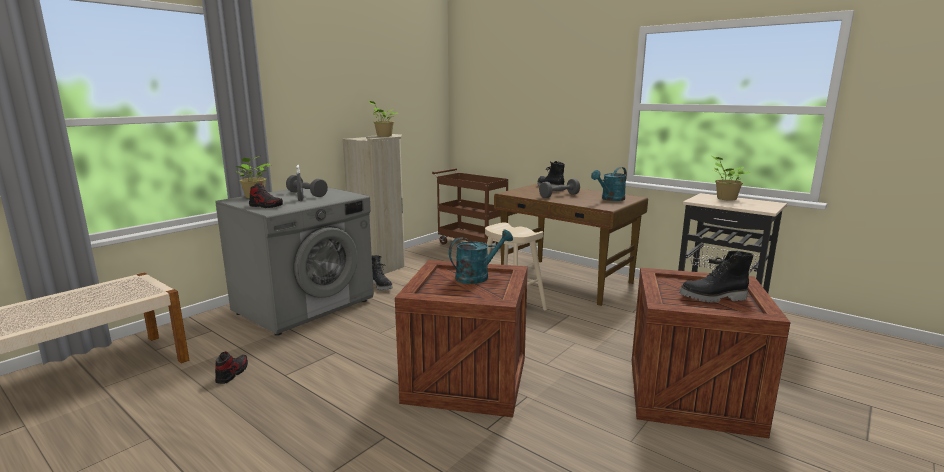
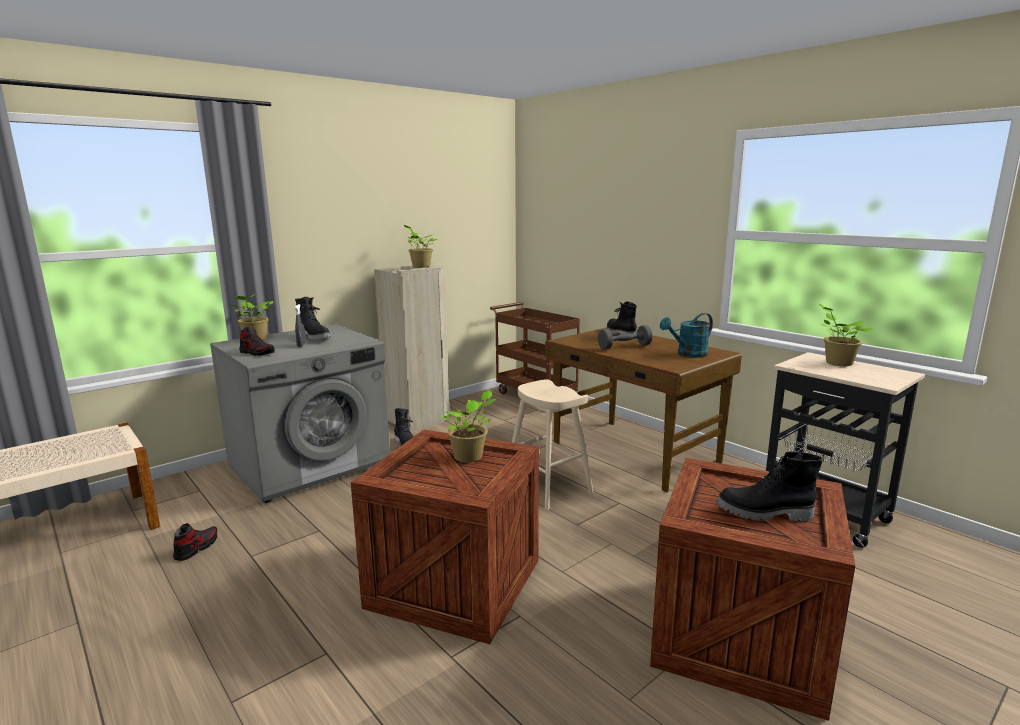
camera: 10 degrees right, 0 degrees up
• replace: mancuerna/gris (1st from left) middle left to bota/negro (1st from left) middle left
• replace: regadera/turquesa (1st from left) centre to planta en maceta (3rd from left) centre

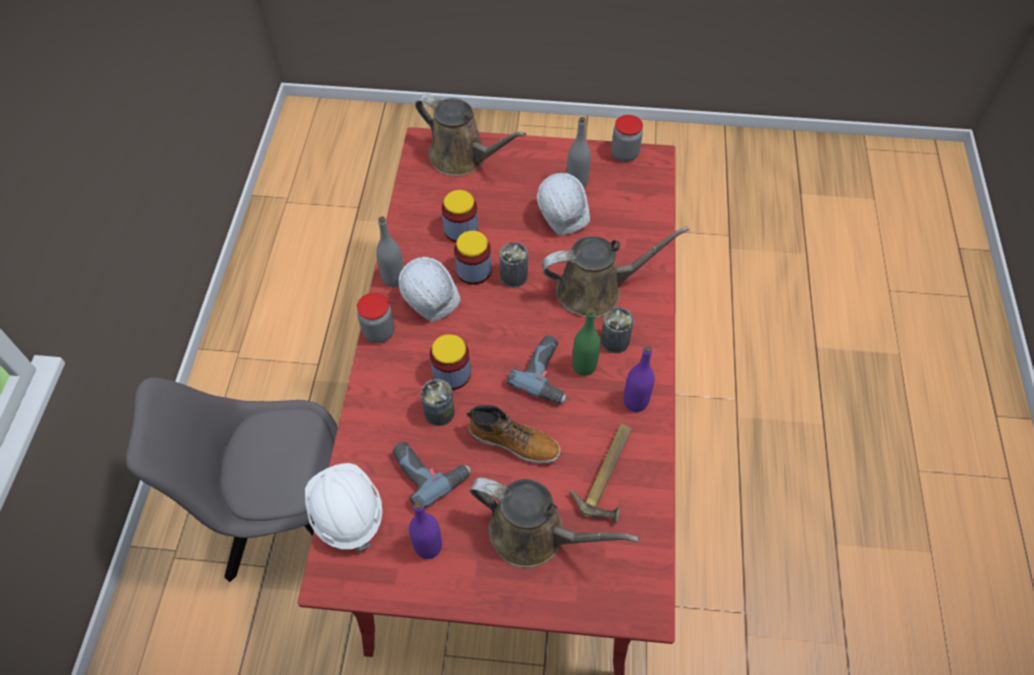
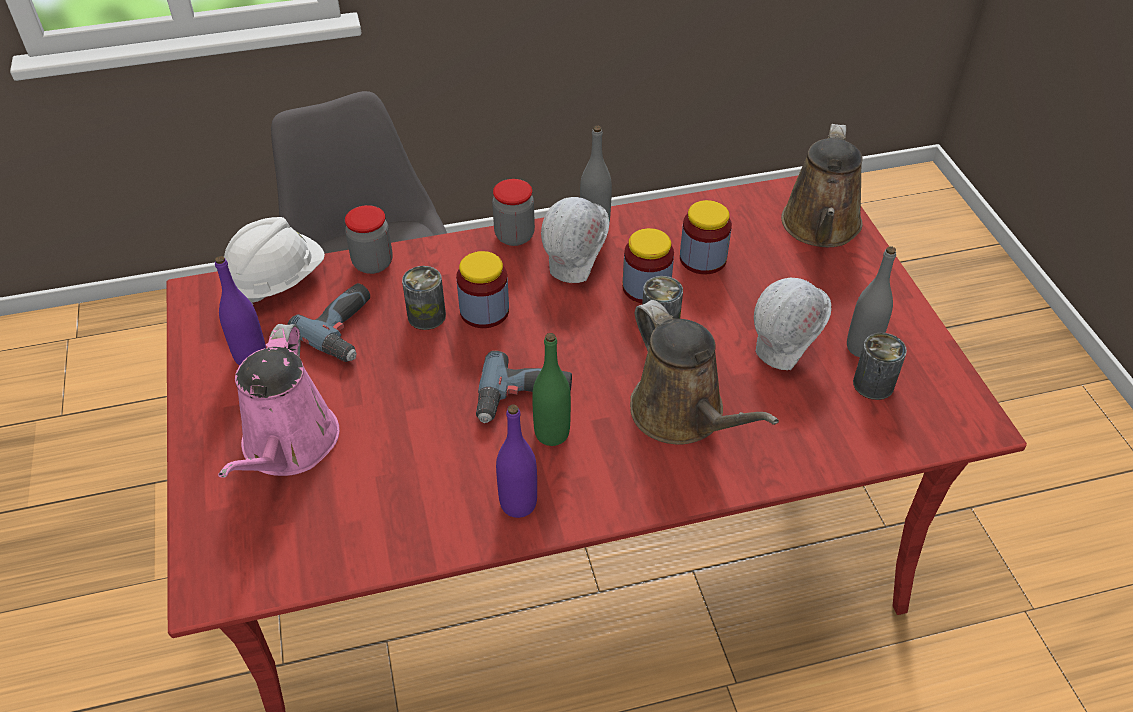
camera: 70 degrees right, 10 degrees down
• move: tarro (5th from left in the first image) top centre to tarro (1st from left) middle left
• move: lata (3rd from left) centre to middle right
• delete: bota centre
• delete: martillo bottom centre
• recolor: regadera/marrón (2nd from left) bottom centre to regadera/rosa middle left

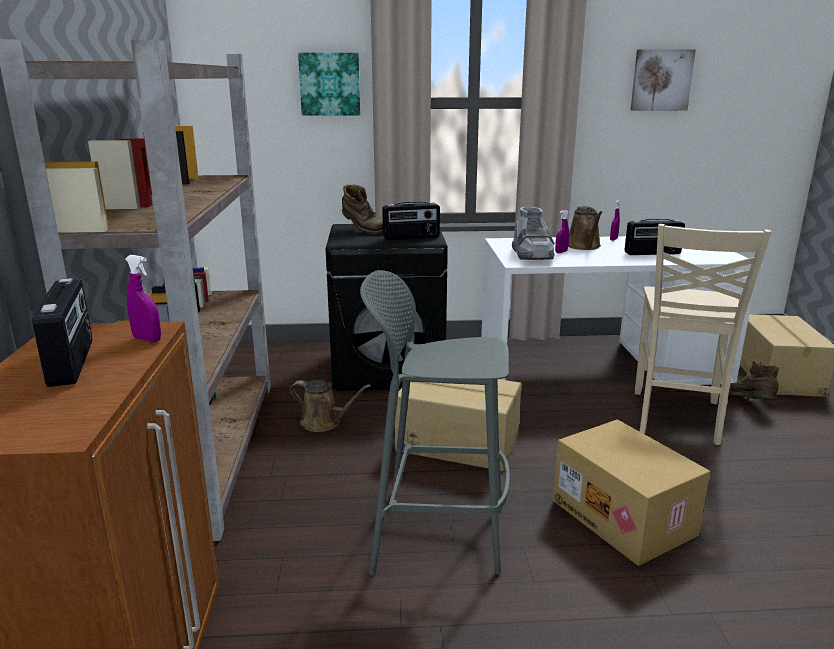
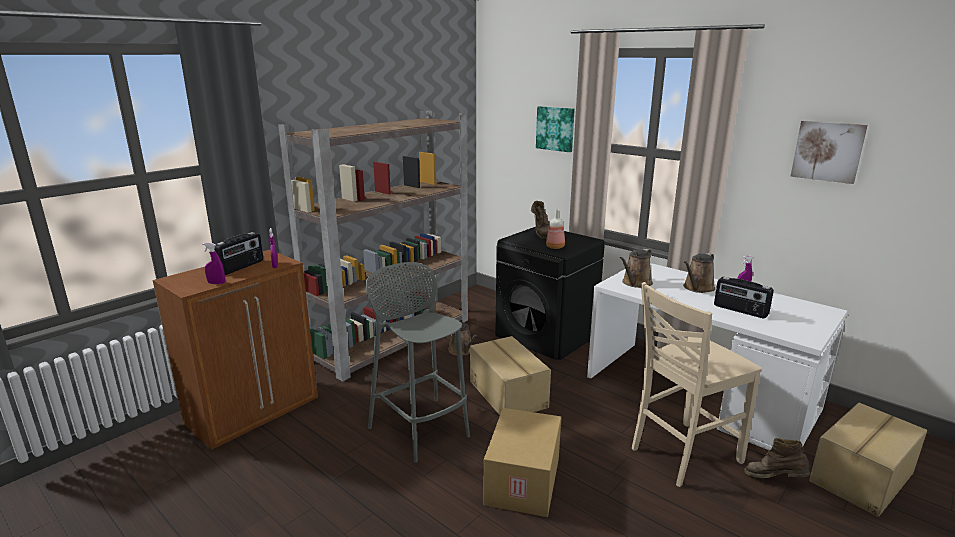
camera: 45 degrees right, 0 degrees up
• replace: radio (2nd from left) centre to botella centre
• replace: bota/gris centre to regadera/marrón (2nd from left) centre
• move: pulverizador/morado (2nd from left in the first image) middle right to pulverizador/morado (1st from left) middle left
• rotate: bota/marrón (2nd from left) middle right = bottom right 90 degrees counterclockwise

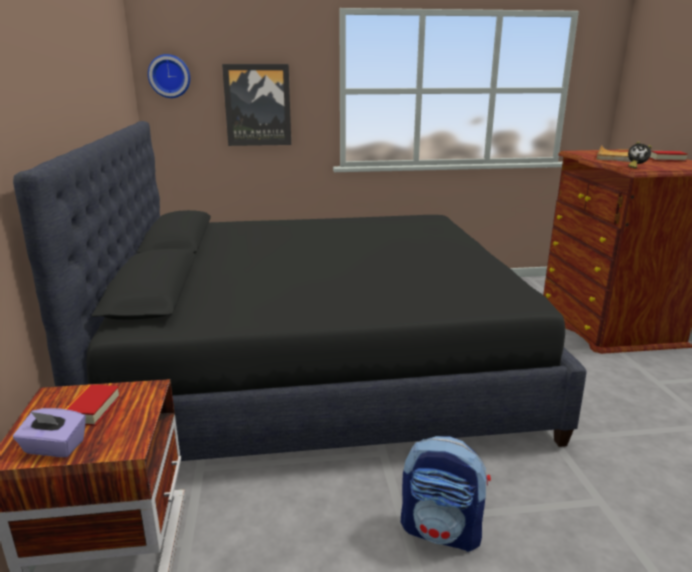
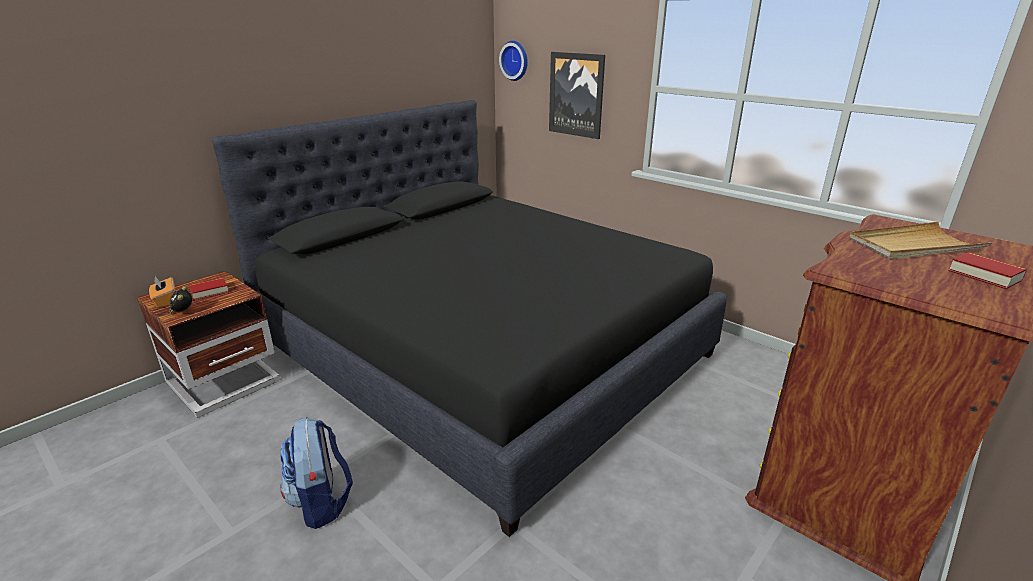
camera: 50 degrees right, 5 degrees up
• move: despertador top right to middle left
• recolor: caja de pañuelos/morado bottom left to caja de pañuelos/naranja middle left

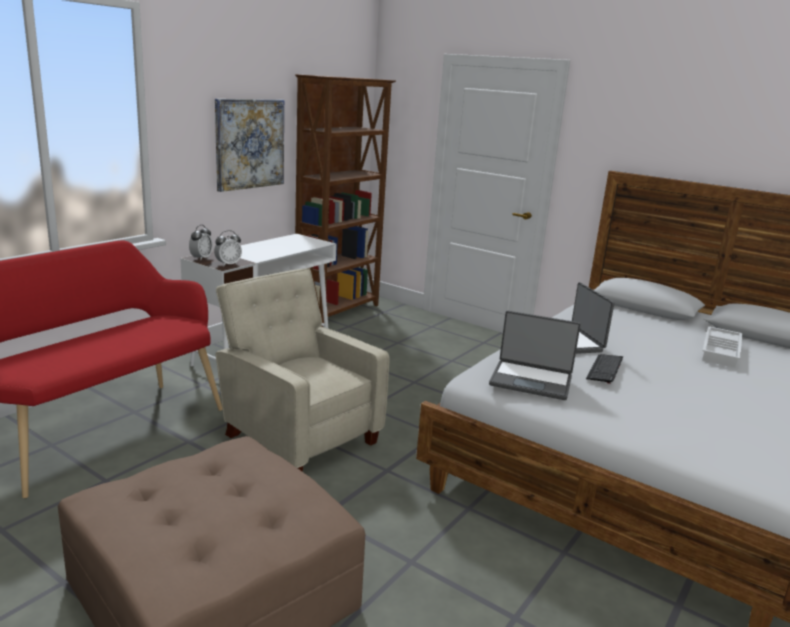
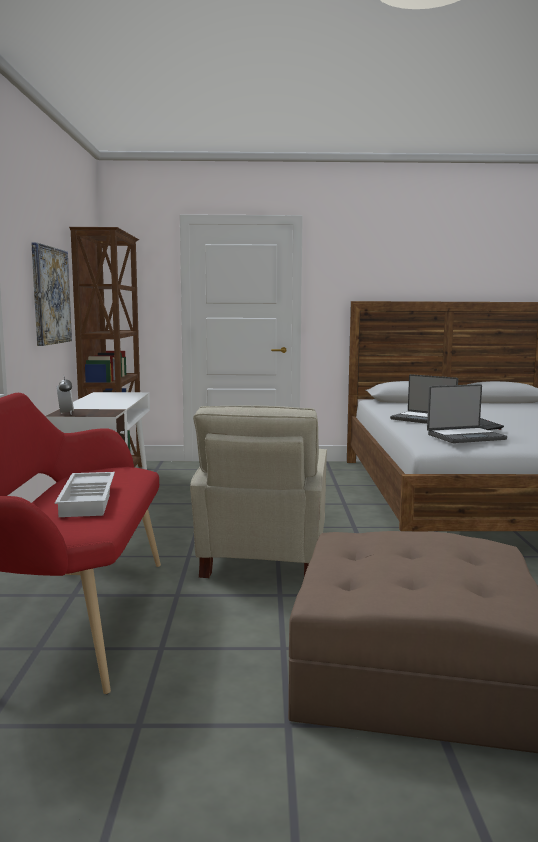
camera: 35 degrees left, 10 degrees down
• delete: despertador (2nd from left) middle left
• rotate: sillón/beis centre = centre 90 degrees counterclockwise
• move: bandeja/blanco middle right to middle left

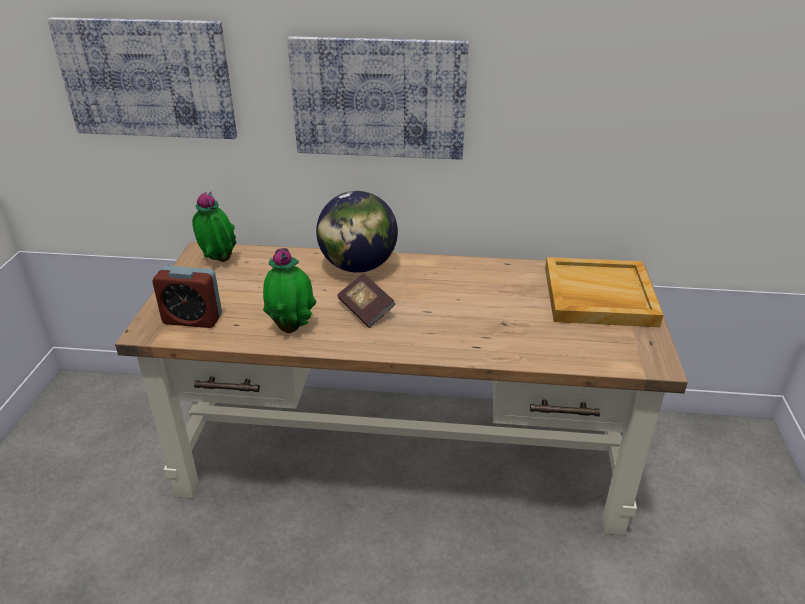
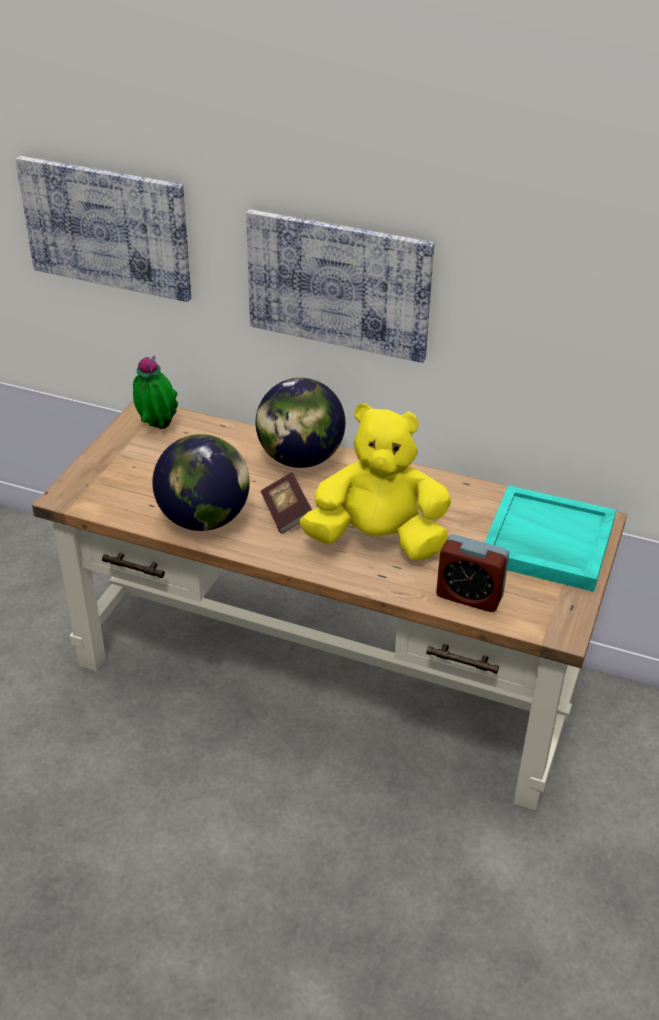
camera: 15 degrees right, 5 degrees up
• replace: planta en maceta (2nd from left) centre to globo terráqueo (1st from left) middle left
• recolor: bandeja/beis middle right to bandeja/turquesa middle right
• move: despertador middle left to middle right
• insert: peluche/amarillo centre

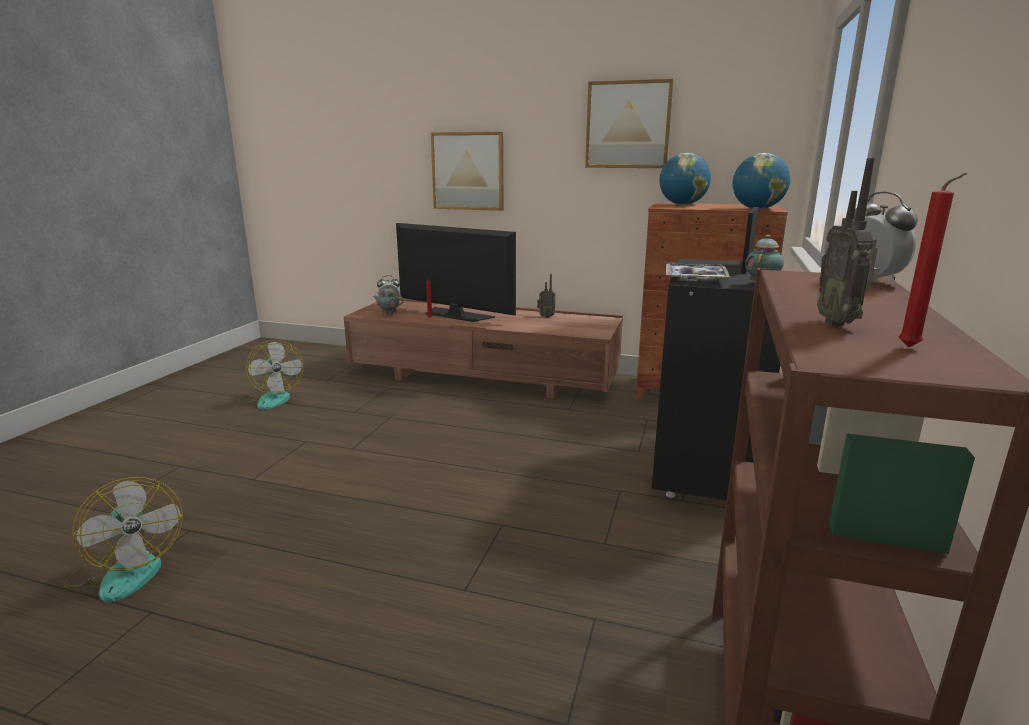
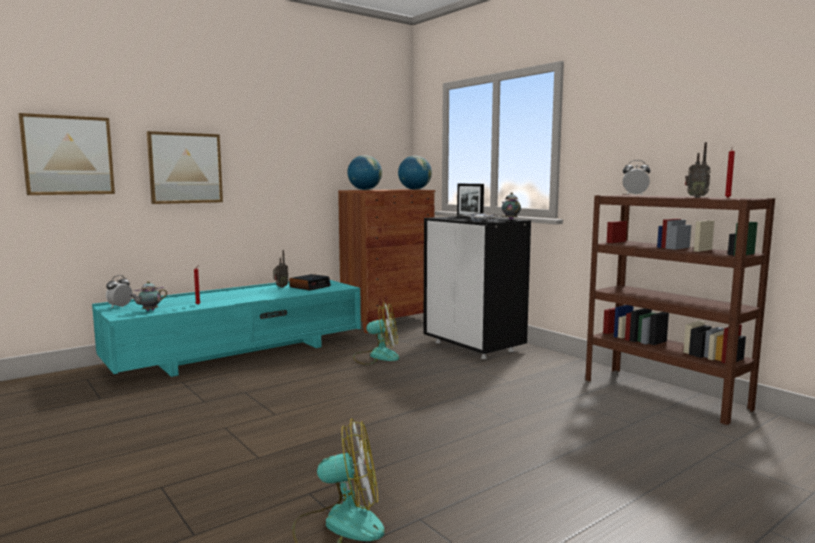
camera: 55 degrees left, 10 degrees down
• move: cuadro (2nd from left in the first image) top centre to cuadro (1st from left) top left
• delete: televisor centre
• recolor: mueble de televisión/marrón centre to mueble de televisión/turquesa middle left
• move: ventilador (2nd from left) middle left to centre
• insert: despertador (2nd from left) centre

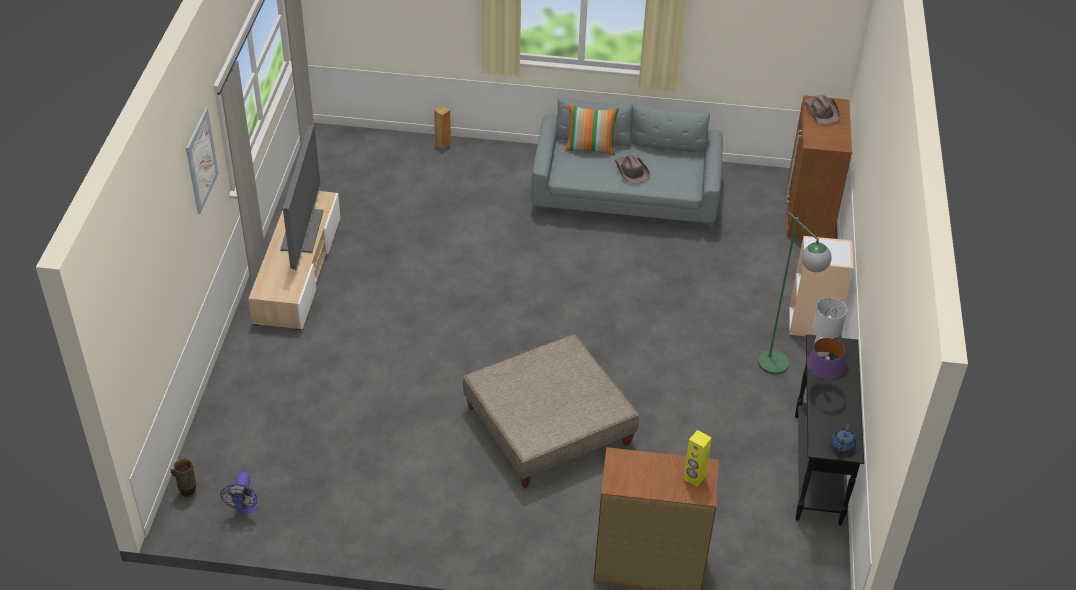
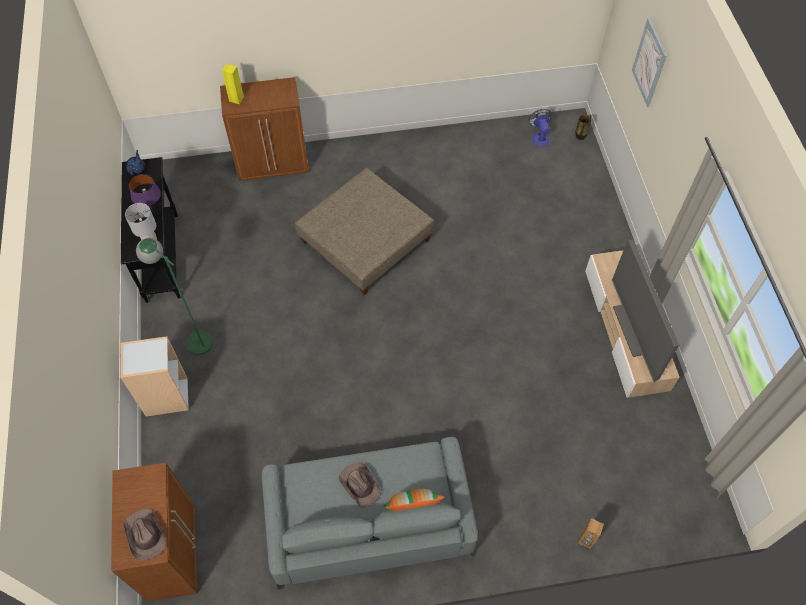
camera: 165 degrees right, 15 degrees up
• move: cuadro top left to top right

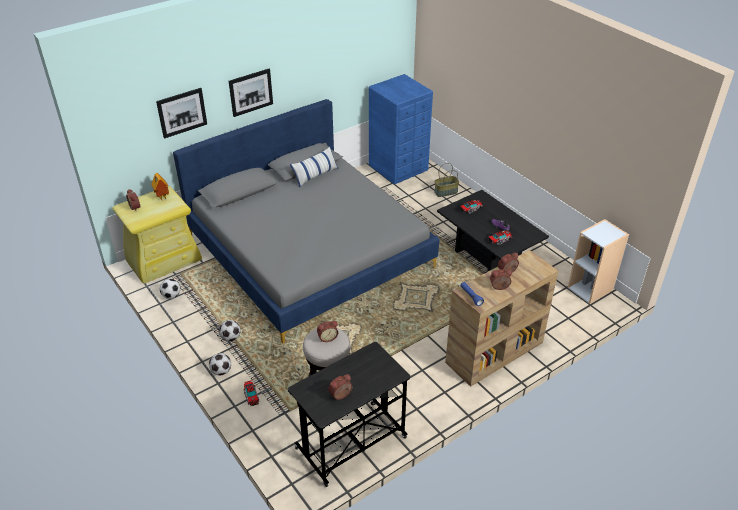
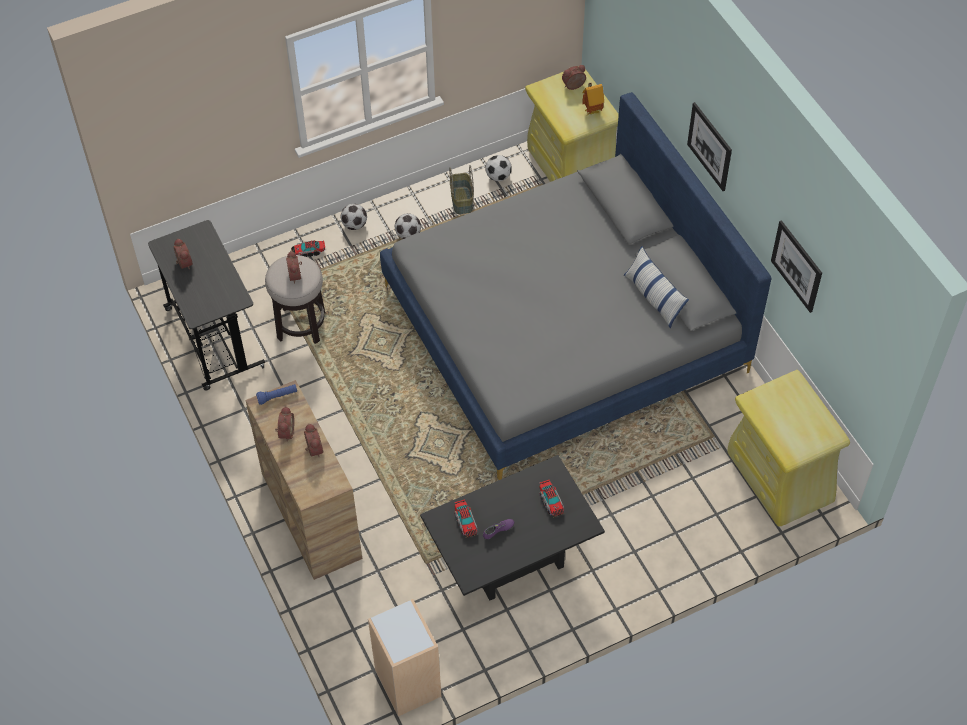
camera: 100 degrees right, 15 degrees up
• replace: cómoda/azul top centre to mesita de noche/amarillo (2nd from left) middle right
• move: cuadro (1st from left in the first image) top left to cuadro (2nd from left) middle right
• move: cesta centre to top centre

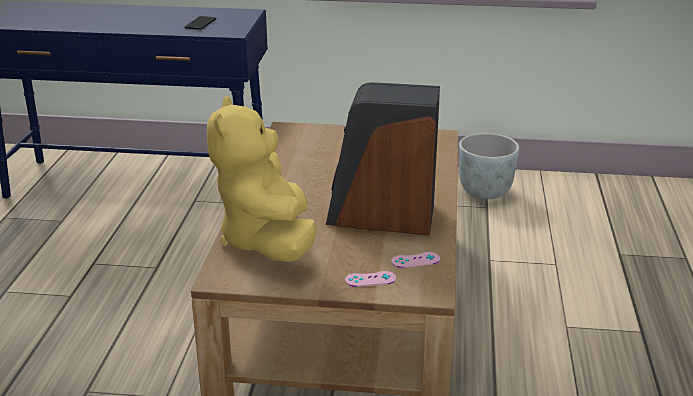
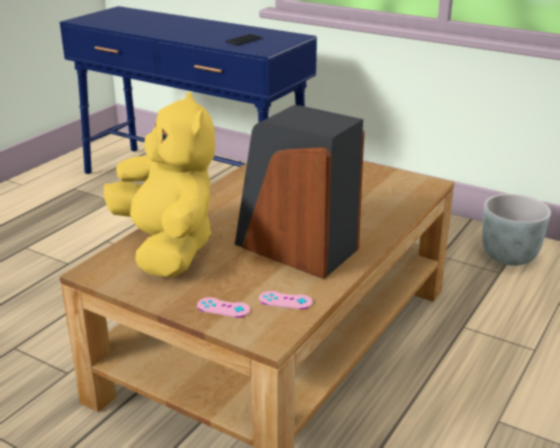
camera: 25 degrees right, 0 degrees up
• rotate: peluche/amarillo centre = middle left 135 degrees clockwise

